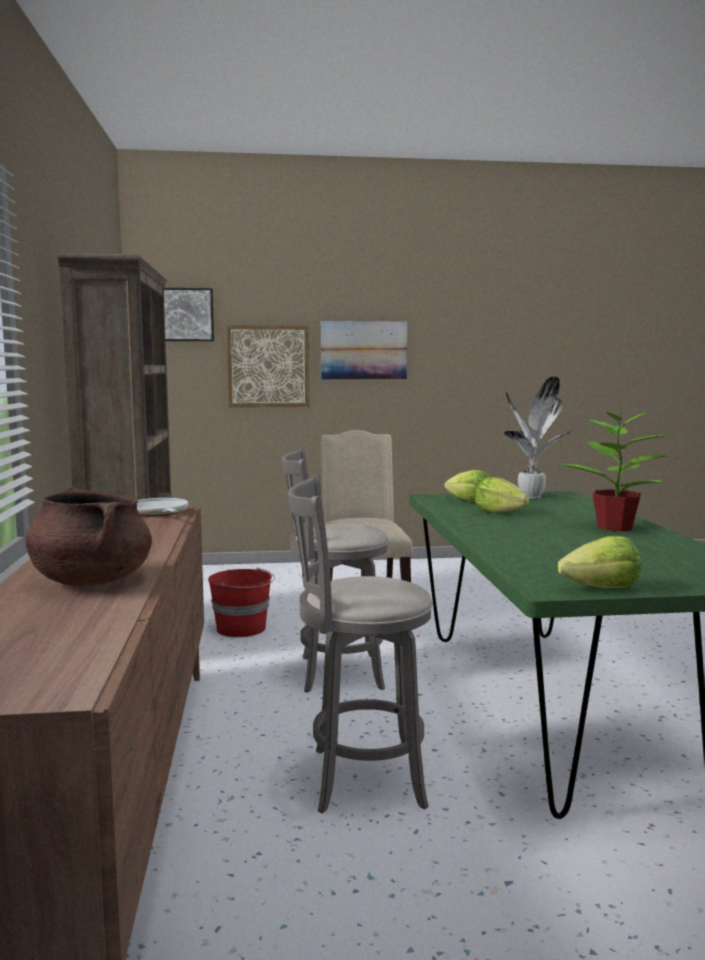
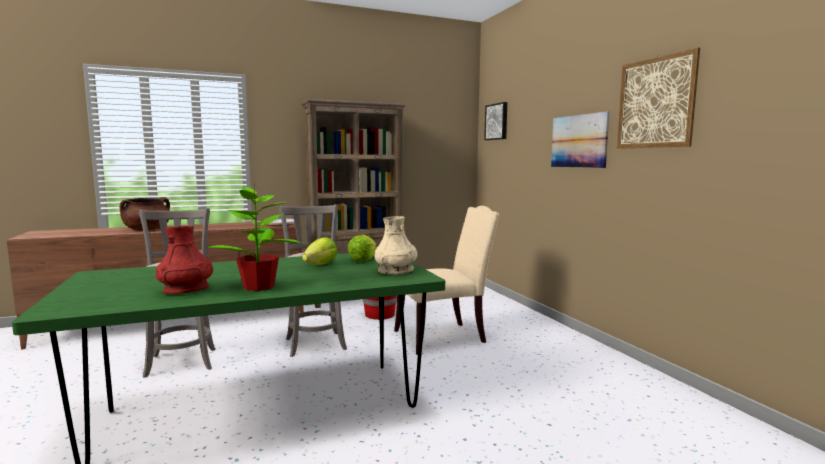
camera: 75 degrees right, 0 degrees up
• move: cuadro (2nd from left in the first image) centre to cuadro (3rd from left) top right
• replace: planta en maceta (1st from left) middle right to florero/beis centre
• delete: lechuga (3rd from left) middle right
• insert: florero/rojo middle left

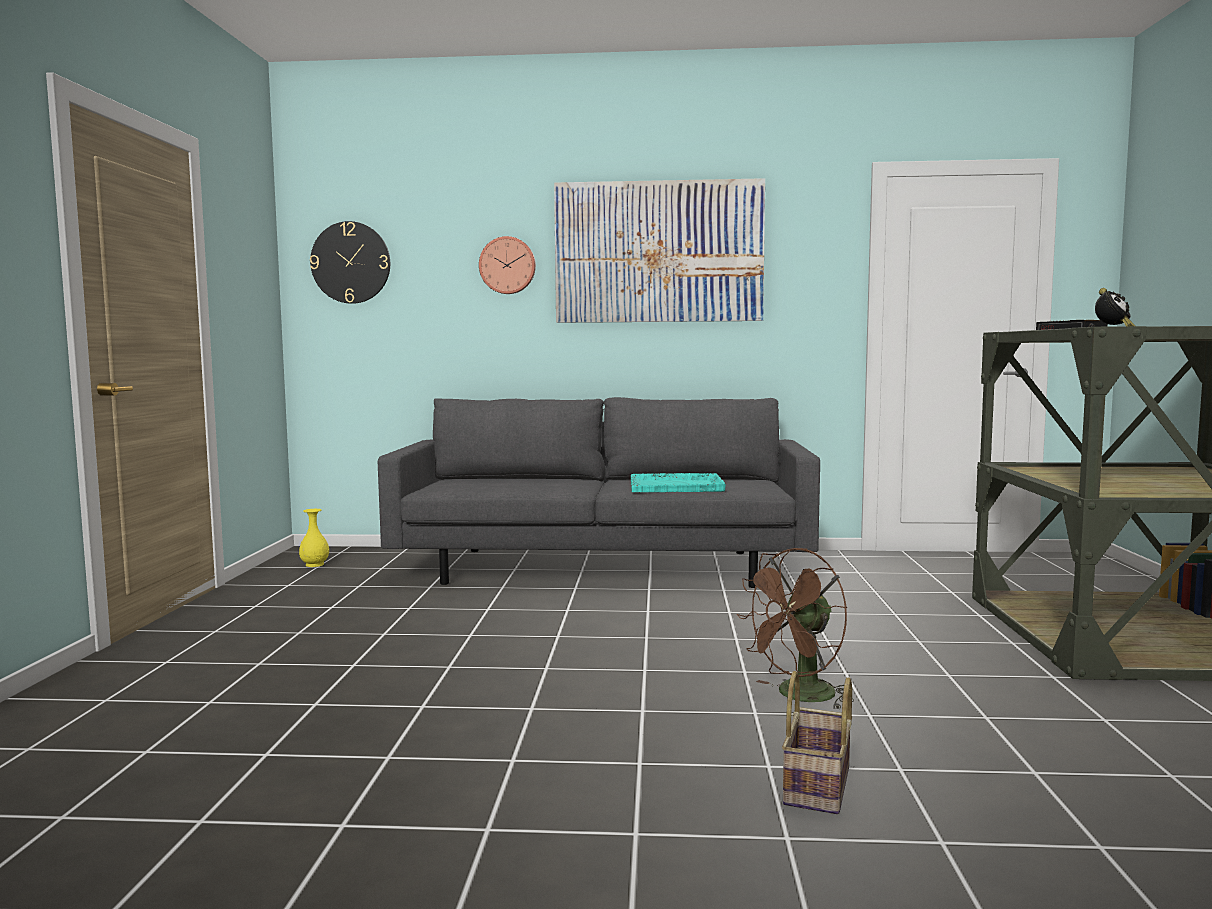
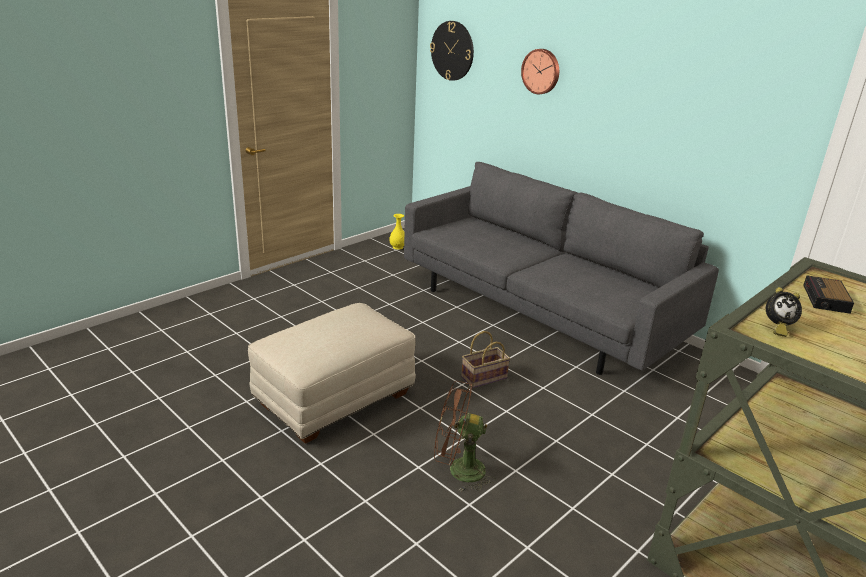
camera: 40 degrees right, 20 degrees up
• delete: cuadro top centre
• delete: bandeja/turquesa centre
• move: cesta bottom right to centre
• insert: puf/beis centre

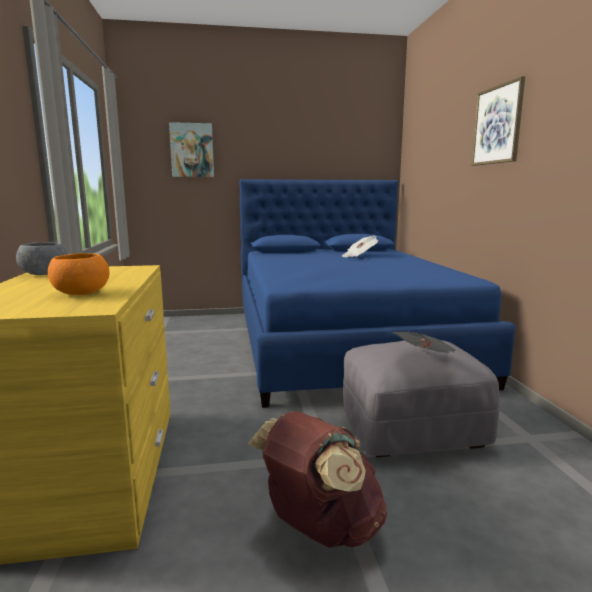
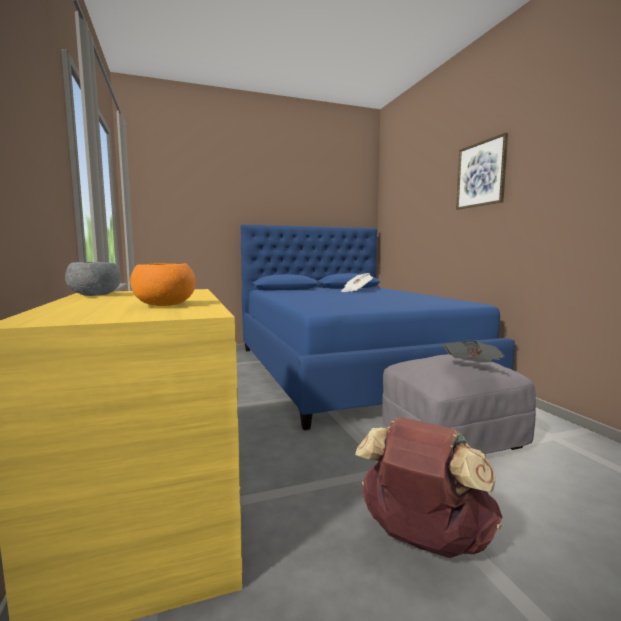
camera: 10 degrees left, 5 degrees down
• delete: cuadro (1st from left) top left

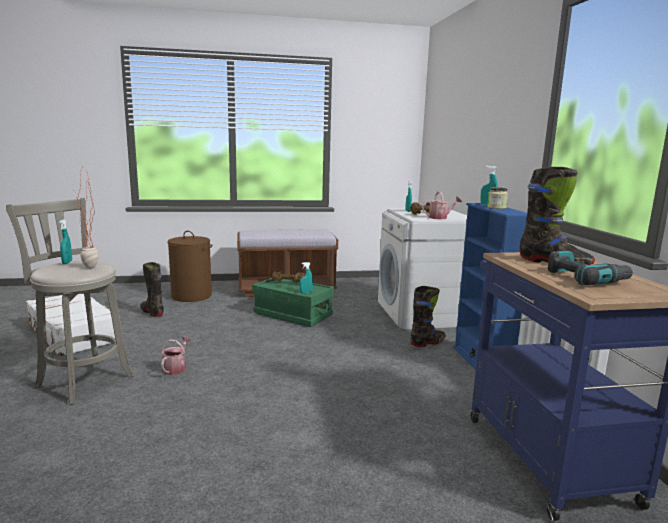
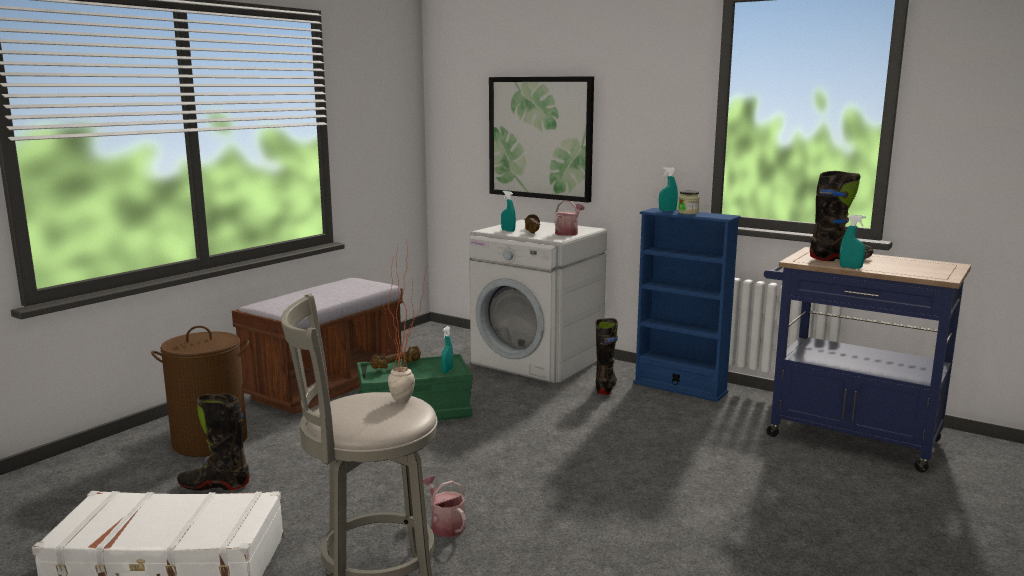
camera: 45 degrees left, 0 degrees up
• move: pulverizador/turquesa (1st from left in the first image) middle left to pulverizador/turquesa (4th from left) middle right
• delete: taladro middle right
• insert: cuadro top centre

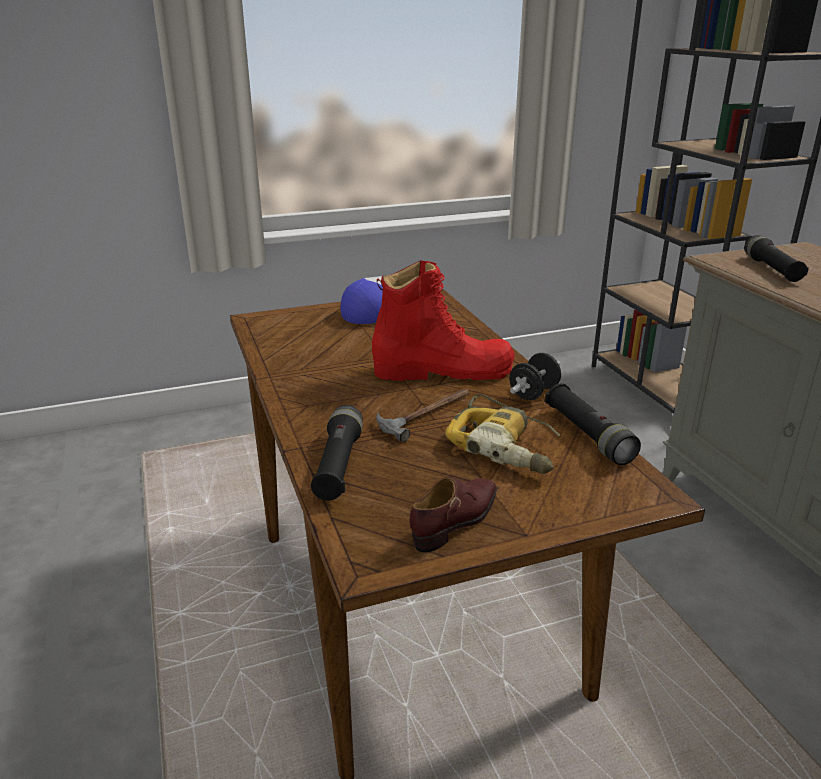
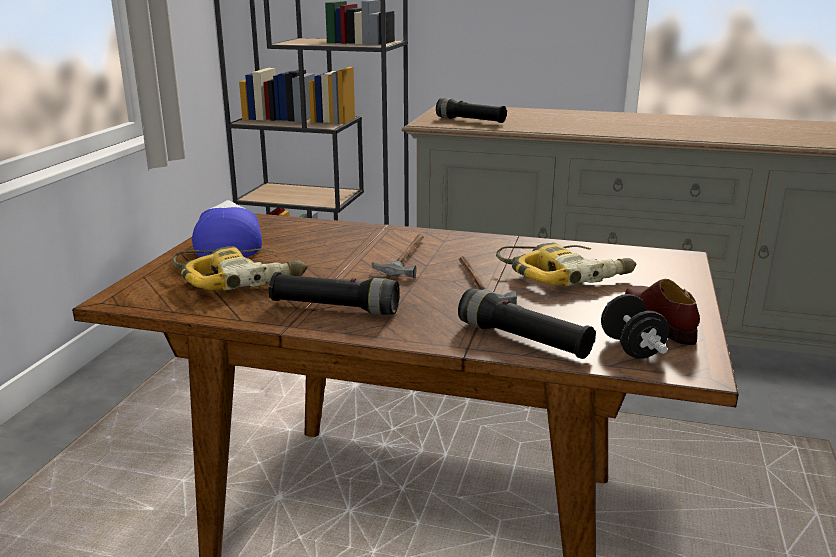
camera: 55 degrees left, 5 degrees down
• replace: bota/rojo centre to martillo (1st from left) centre
• move: mancuerna/negro centre to middle right
• move: linterna/negro (2nd from left in the first image) middle right to linterna/negro (1st from left) centre
• insert: taladro (1st from left) middle left

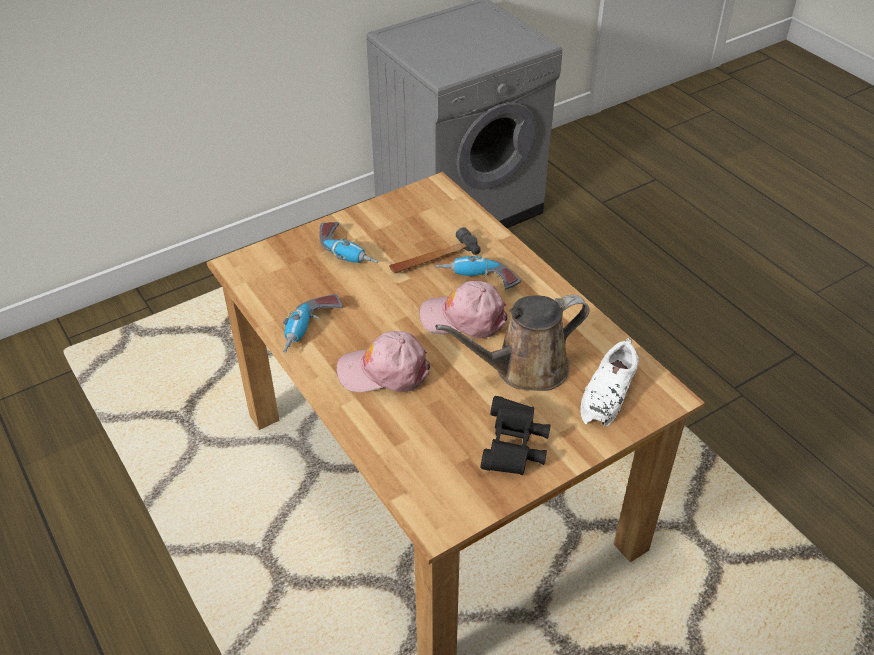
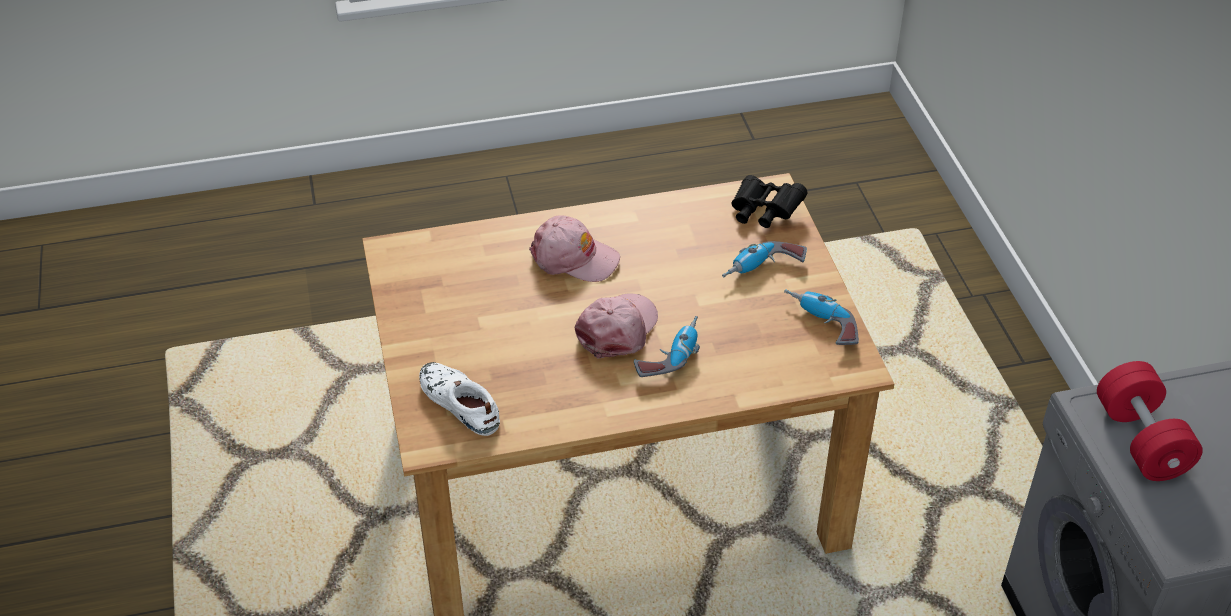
camera: 110 degrees right, 0 degrees up
• delete: martillo centre
• move: taladro (1st from left in the first image) centre to taladro (3rd from left) middle right
• delete: regadera/marrón centre
• rotate: gorra/rosa (1st from left) centre = centre 90 degrees clockwise
• move: prismáticos/negro centre to top centre
• insert: mancuerna/rojo bottom right

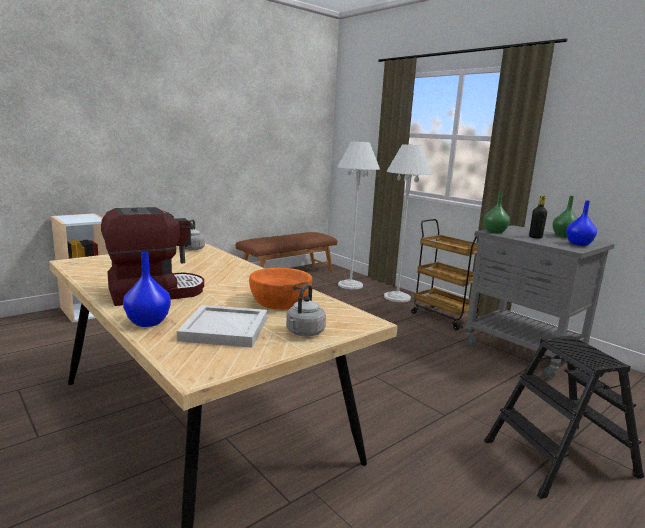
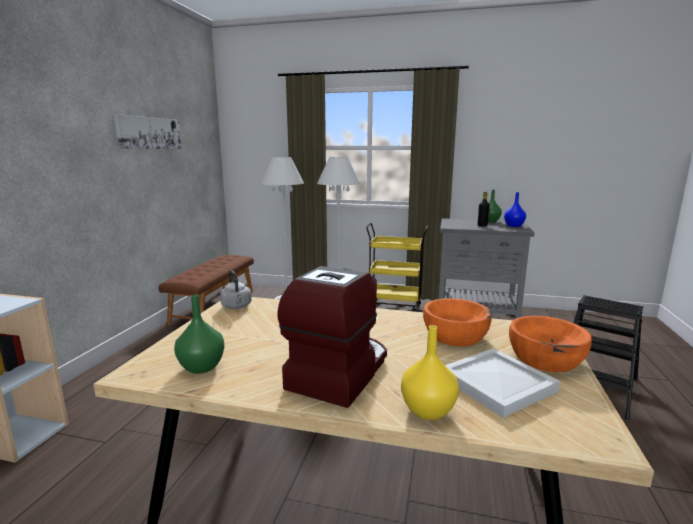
camera: 35 degrees left, 0 degrees up
• move: florero/verde (1st from left) middle right to middle left
• recolor: carrito/marrón middle right to carrito/amarillo centre
• recolor: florero/azul (1st from left) middle left to florero/amarillo bottom centre
• replace: hervidor/gris (2nd from left) centre to cuenco/naranja (2nd from left) middle right
• insert: cuadro top left

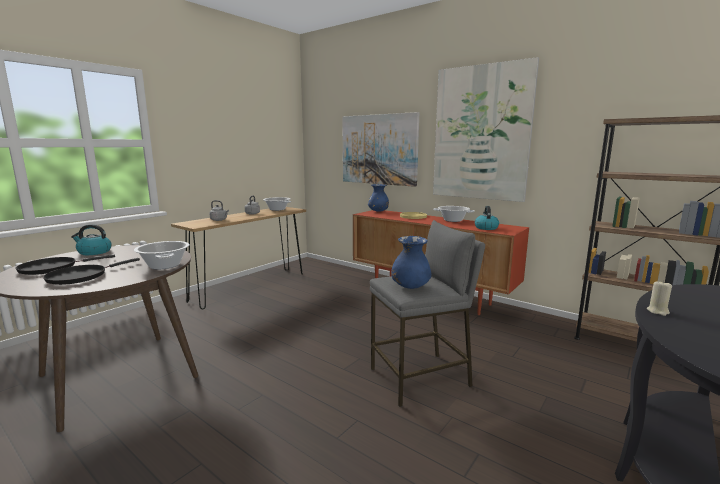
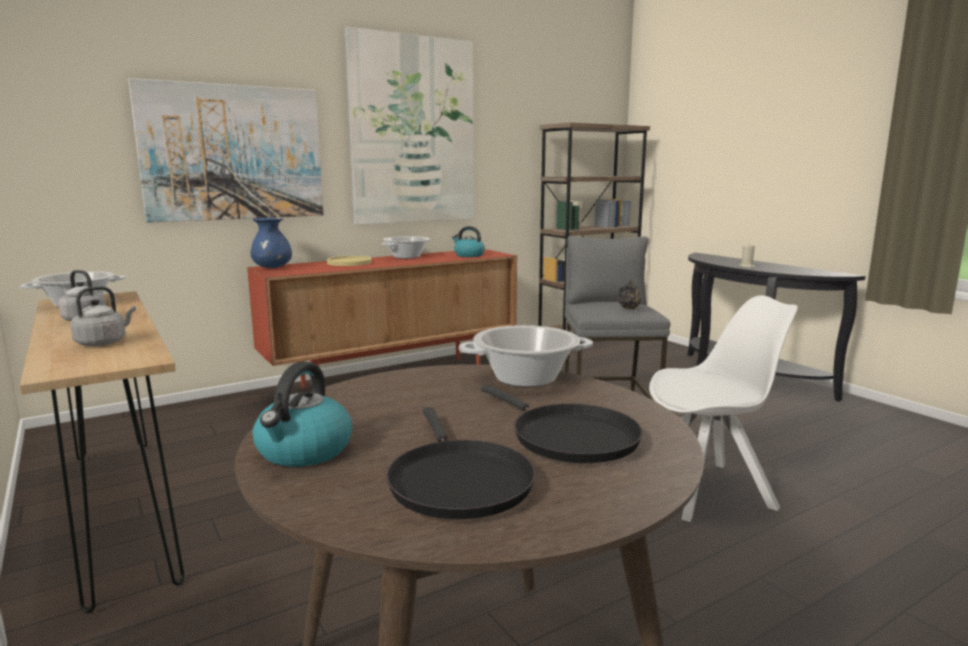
camera: 70 degrees left, 0 degrees up
• replace: florero/azul (2nd from left) centre to tetera/negro centre
• insert: silla/blanco middle right

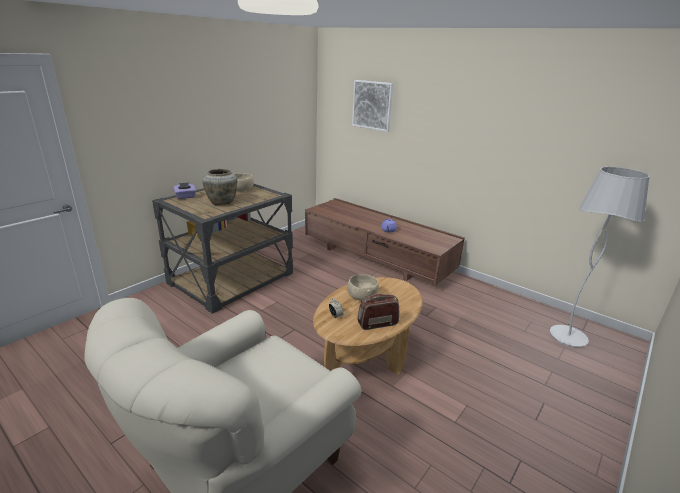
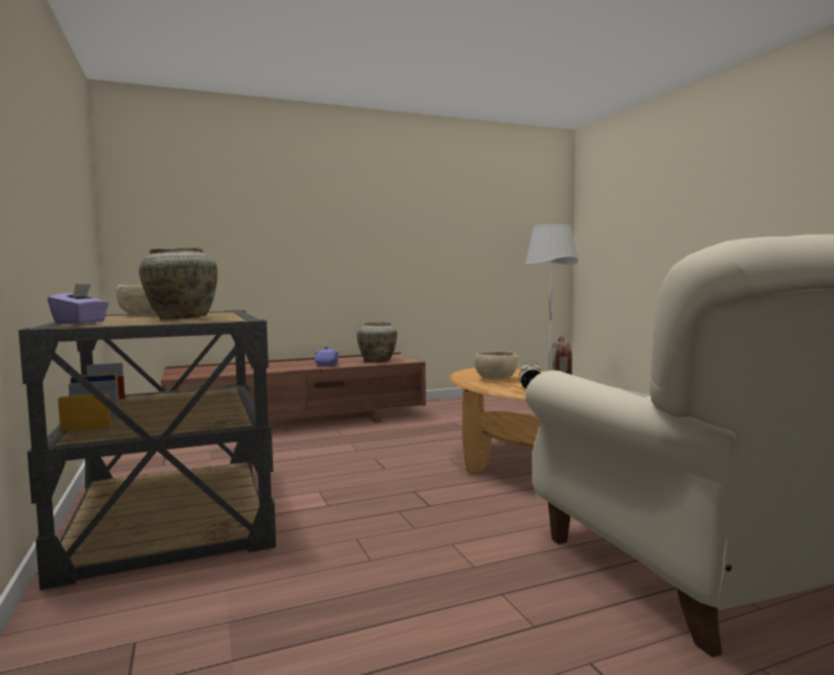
camera: 60 degrees left, 20 degrees down
• delete: cuadro top centre
• insert: florero/beis (2nd from left) centre

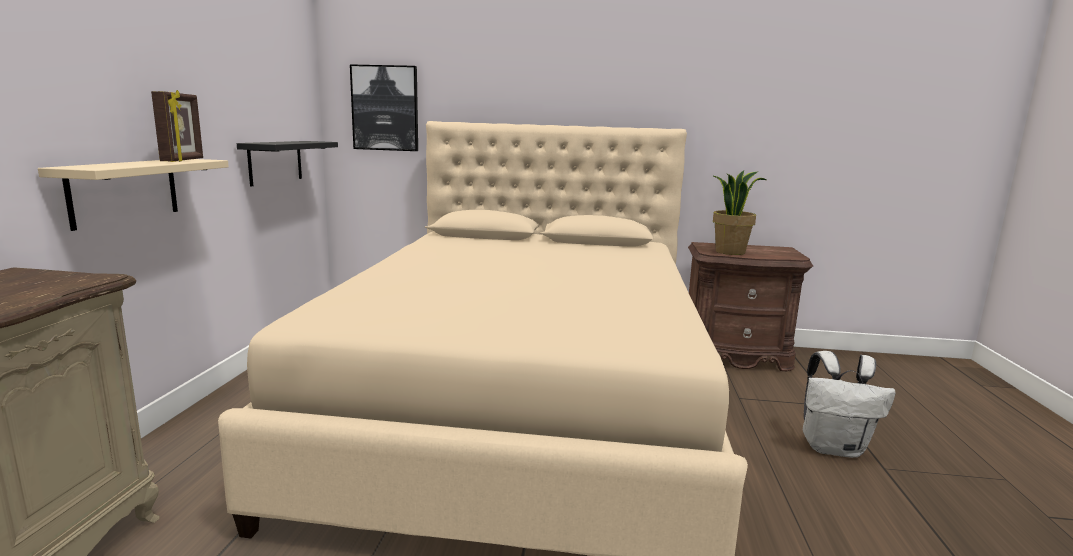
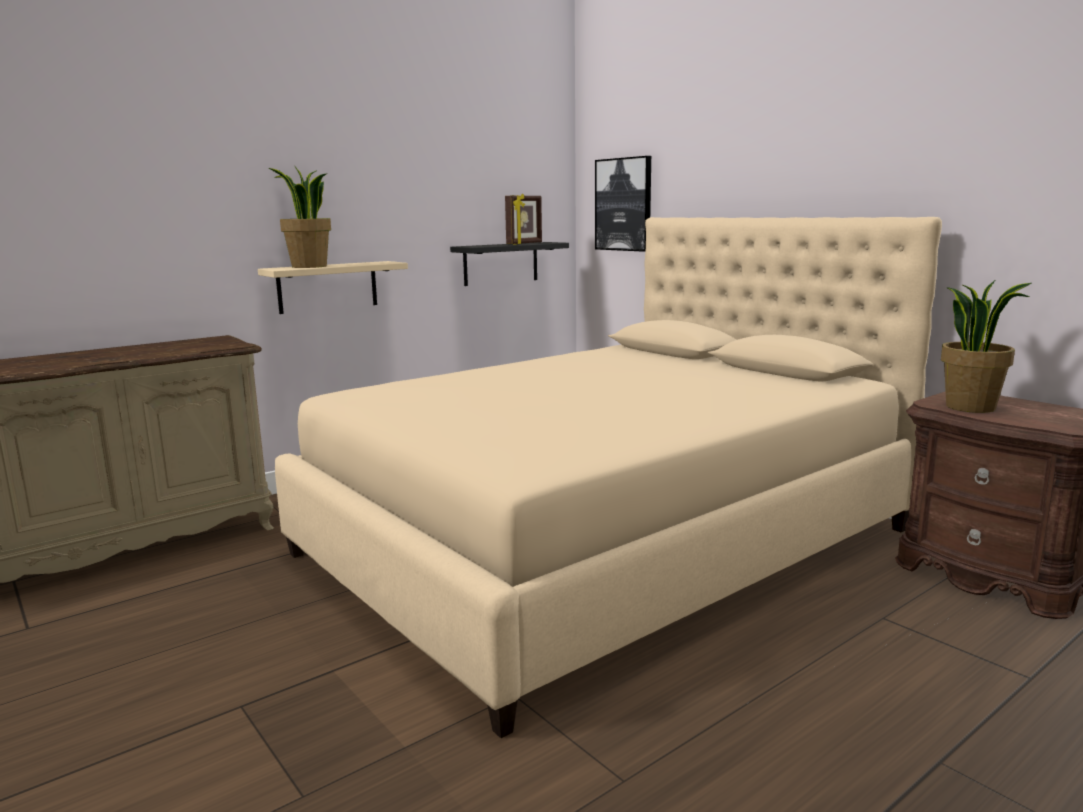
camera: 45 degrees right, 0 degrees up
• move: portarretratos top left to top centre
• delete: mochila/blanco bottom right
• insert: planta en maceta (1st from left) top left

